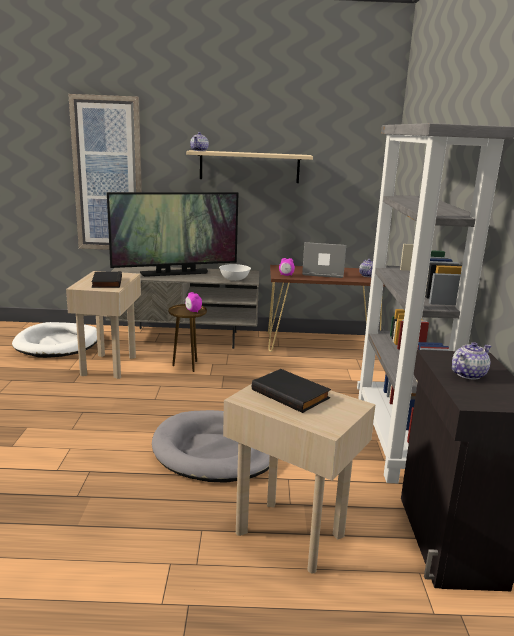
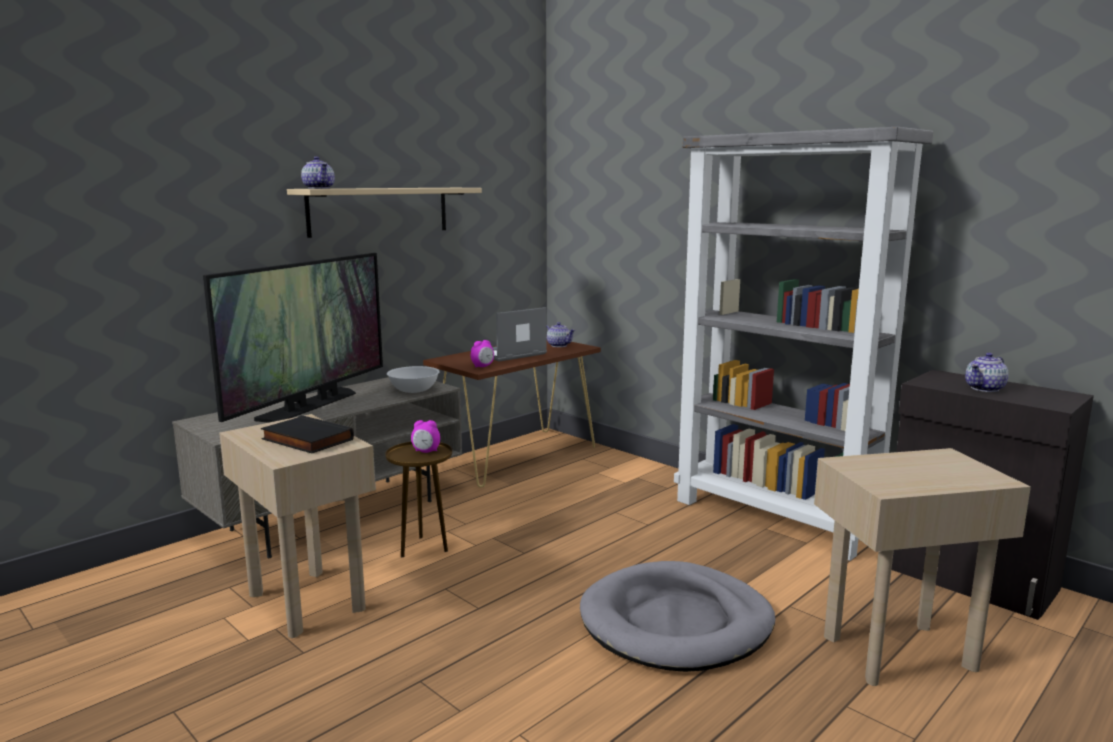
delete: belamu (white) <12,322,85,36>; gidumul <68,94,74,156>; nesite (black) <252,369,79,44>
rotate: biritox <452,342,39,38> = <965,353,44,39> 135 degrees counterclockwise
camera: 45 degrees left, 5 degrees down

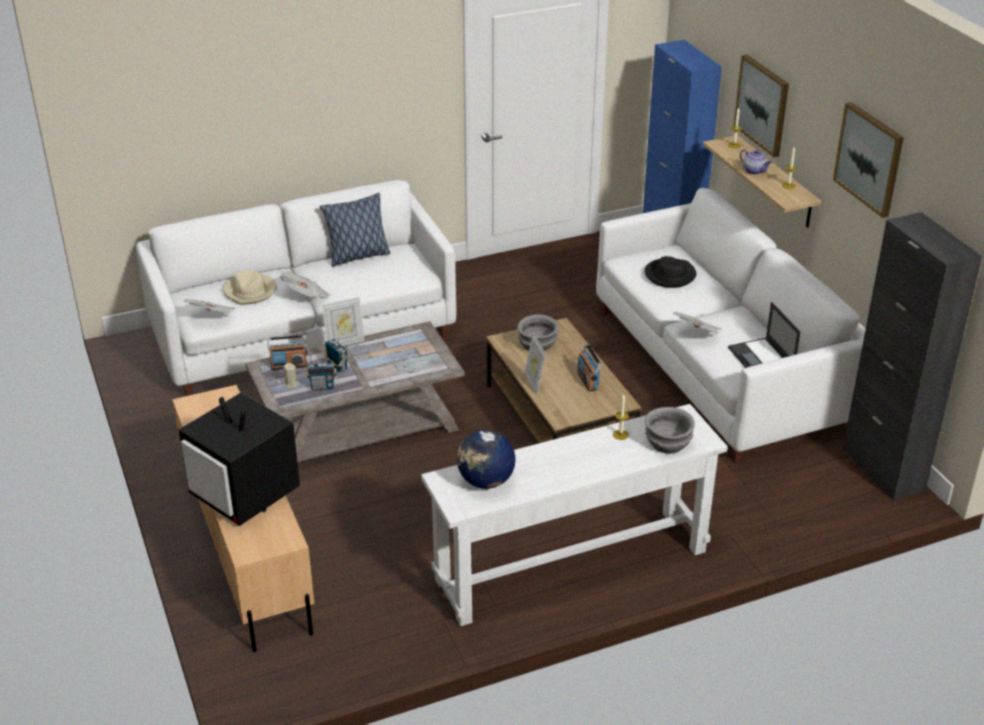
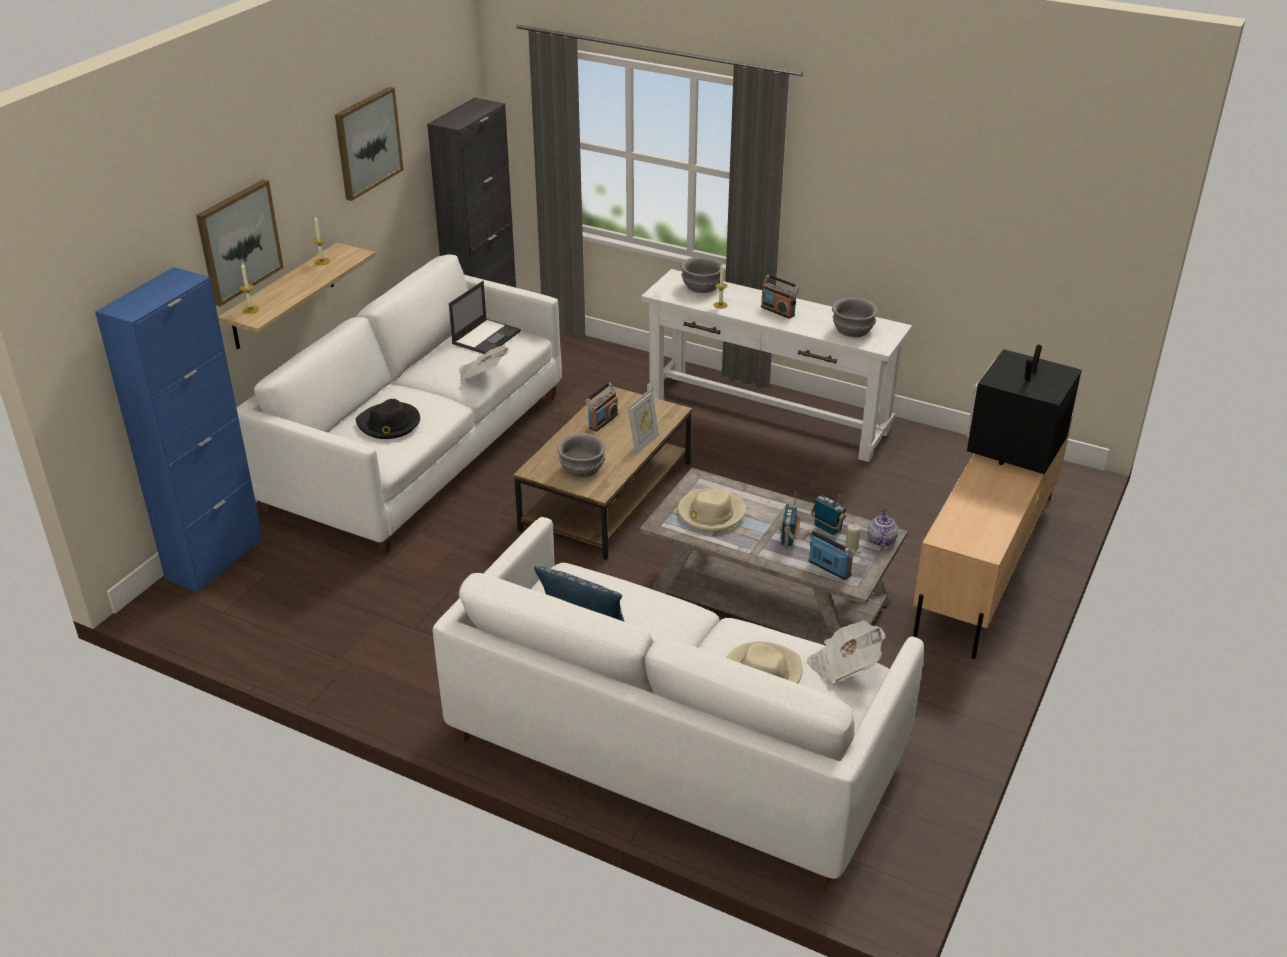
delete: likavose <278,272,53,26>; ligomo <322,297,42,49>
insert: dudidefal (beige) <678,489,68,43>; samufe <761,274,39,45>
move: biritox <740,149,32,25> to <867,508,32,40>
replace: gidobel <457,430,59,59> to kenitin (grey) <832,297,46,40>
rotate: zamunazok <179,392,121,134> = <966,344,116,130> 150 degrees counterclockwise
camera: 130 degrees left, 0 degrees up

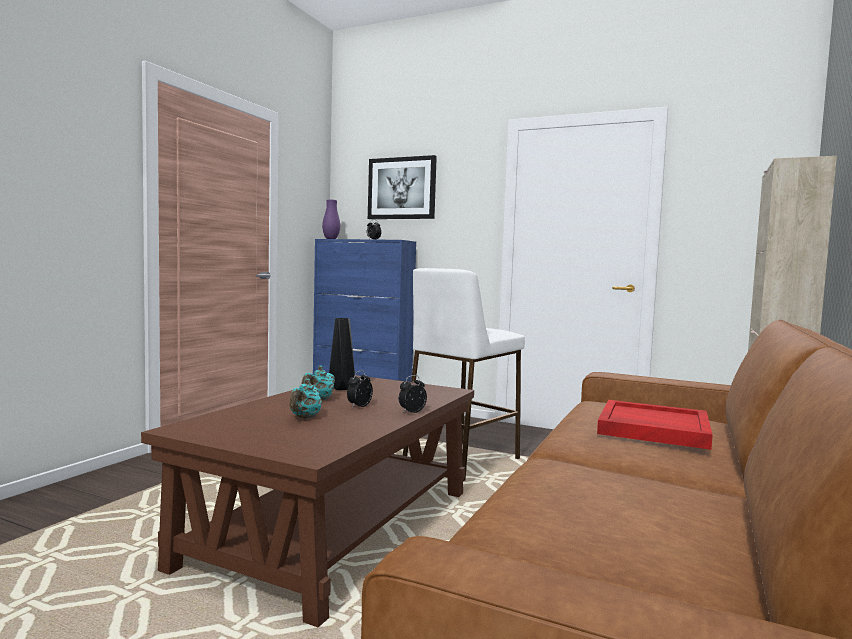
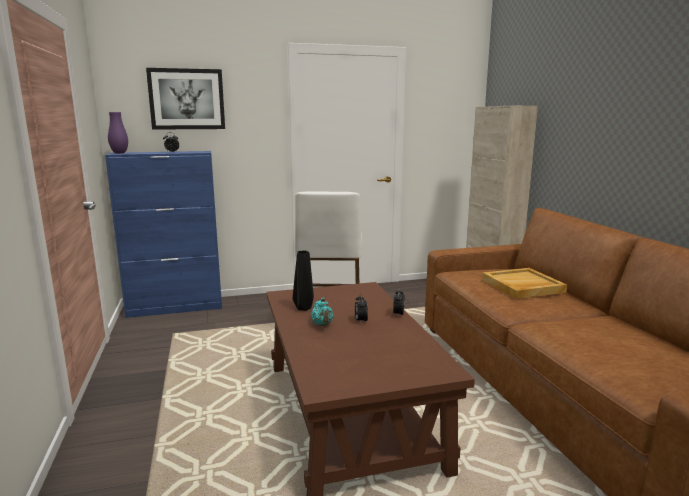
delete: biritox (turquoise) <289,379,33,40>
recolor: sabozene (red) <597,400,116,50> to sabozene (beige) <482,268,85,31>
camera: 40 degrees left, 10 degrees up

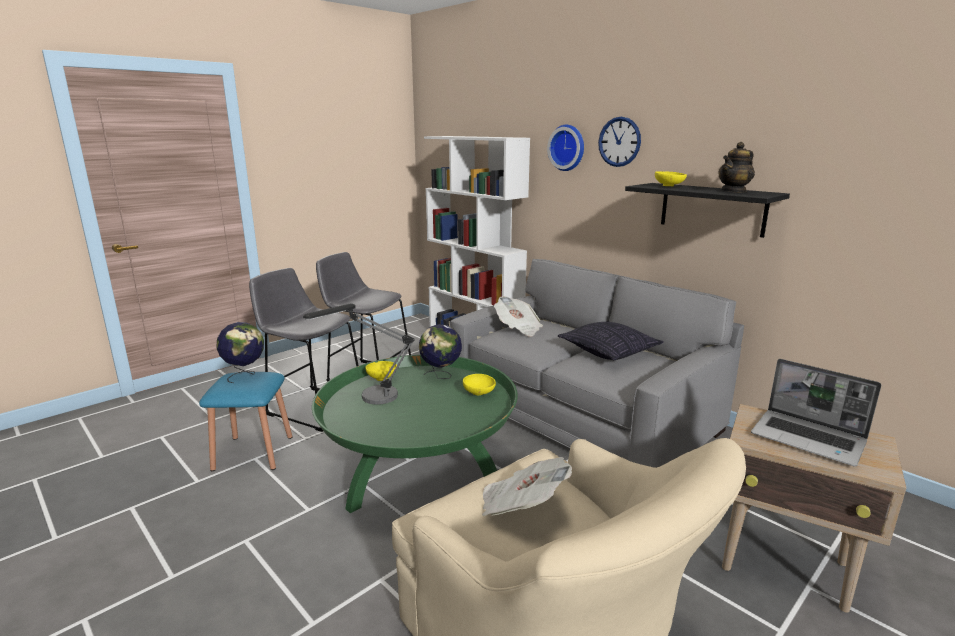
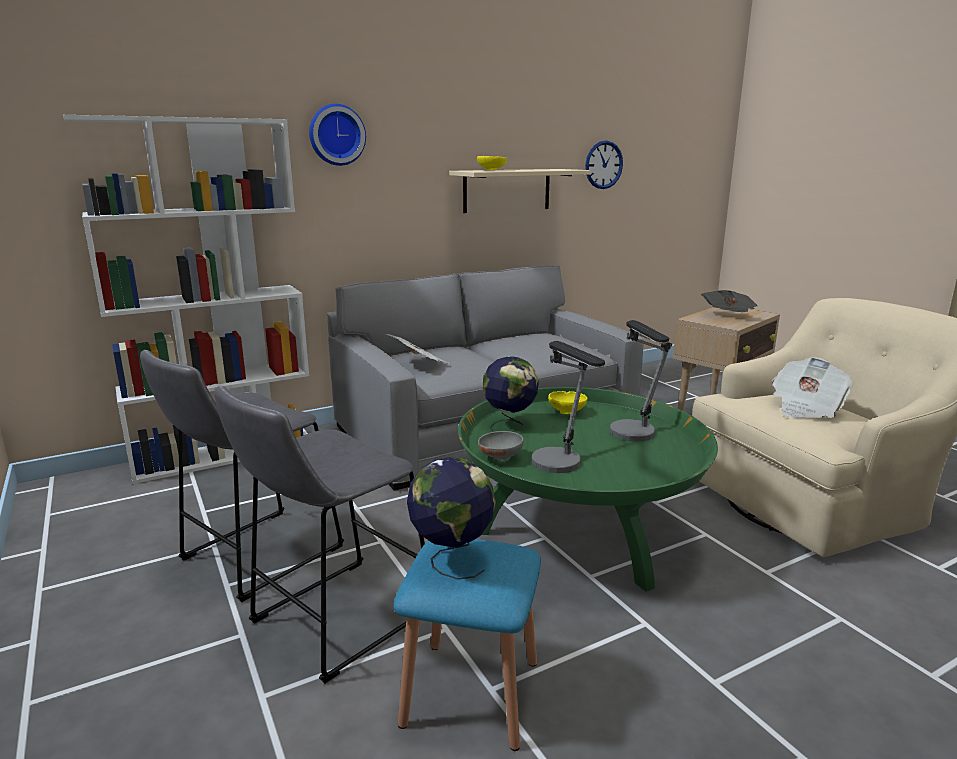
delete: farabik <558,321,106,39>; biritox <718,142,37,51>
insert: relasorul <610,320,62,122>
move: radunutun <598,117,43,50> to <585,140,38,49>
replace: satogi <751,359,130,108> to likavose <701,290,56,22>
recolor: kenitin (yellow) <365,361,32,20> to kenitin (grey) <478,431,46,30>; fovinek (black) <625,183,165,55> to fovinek (beige) <449,169,142,44>
camera: 75 degrees left, 0 degrees up

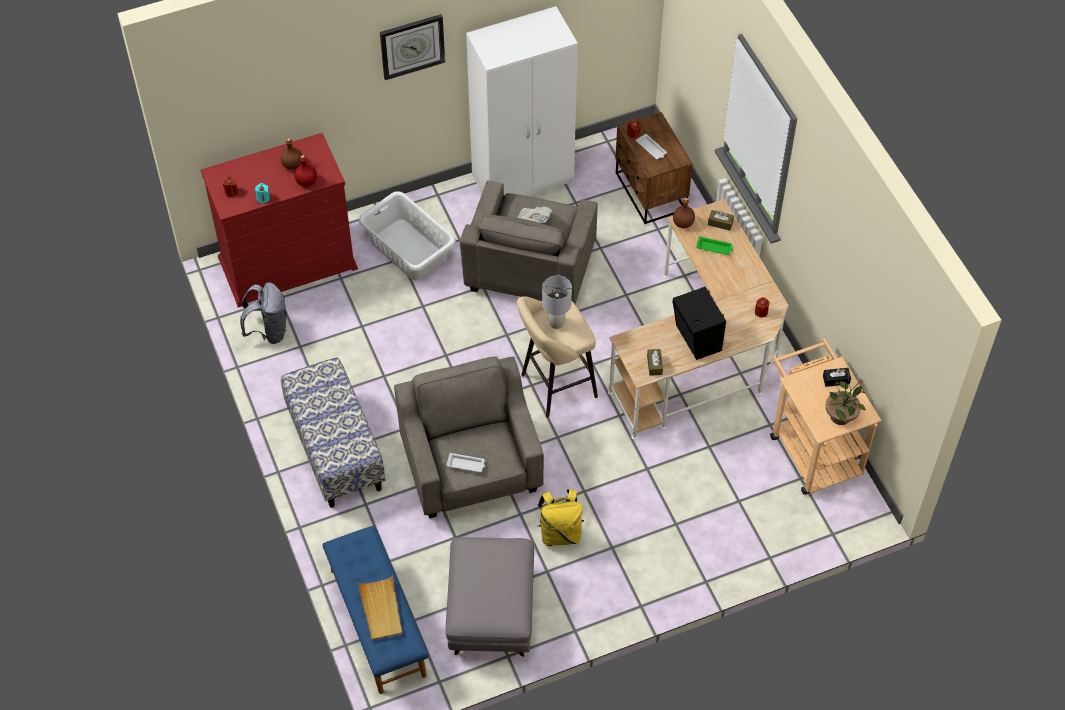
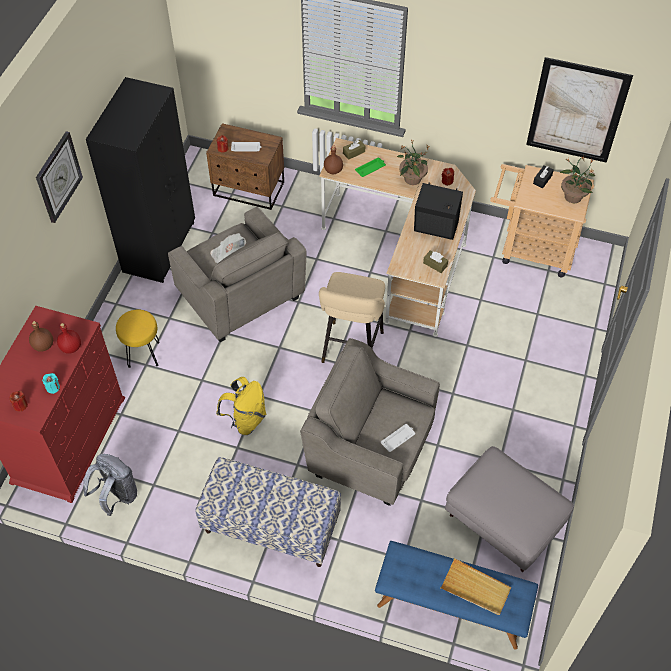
delete: relasorul (grey) <542,275,30,54>
insert: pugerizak <397,139,32,46>; gidumul <526,57,107,106>
move: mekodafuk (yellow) <537,489,47,57> to <216,377,50,58>
replace: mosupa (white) <359,191,97,90> to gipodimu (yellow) <116,309,43,59>
recolor: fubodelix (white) <466,6,112,190> to fubodelix (black) <86,77,109,206>
camera: 50 degrees left, 0 degrees up

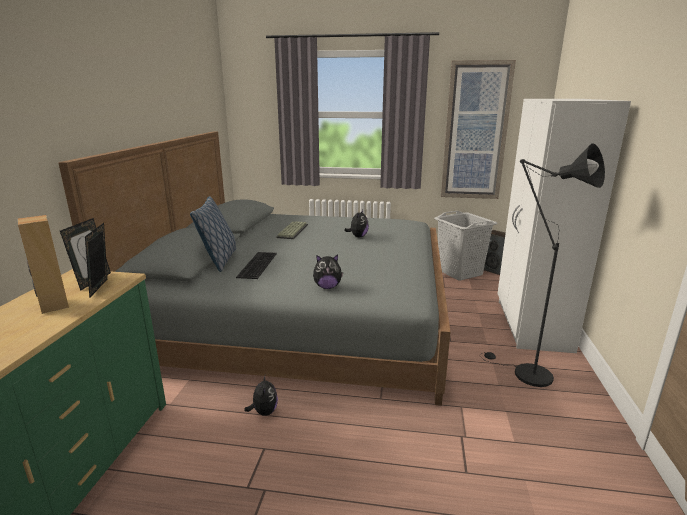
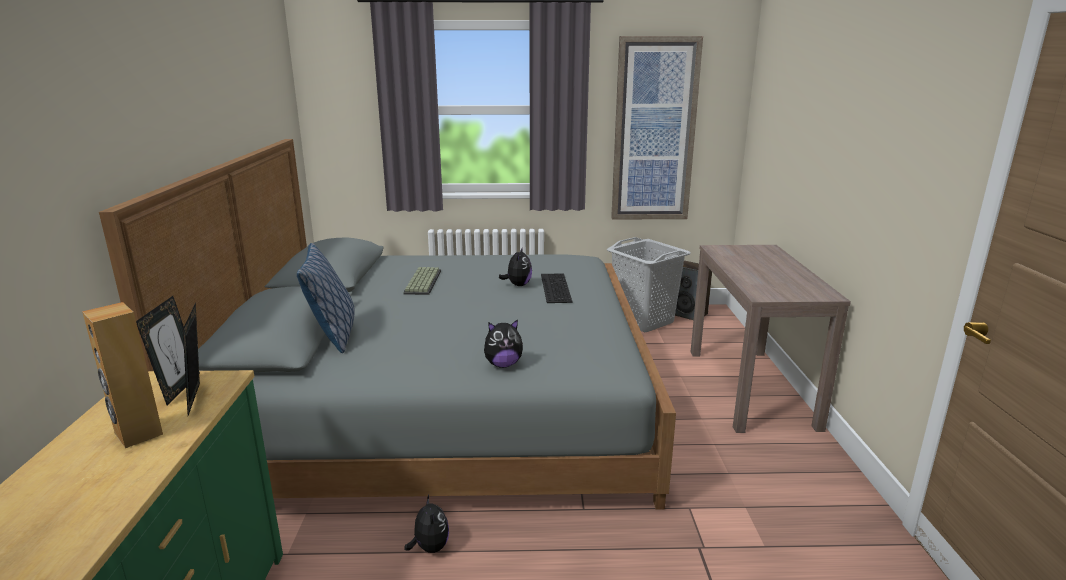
delete: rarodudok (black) <480,143,125,244>
move: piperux <236,252,41,27> to <541,273,32,30>
replace: fubodelix (white) <497,99,134,254> to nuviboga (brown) <690,245,161,188>
camera: 10 degrees left, 0 degrees up

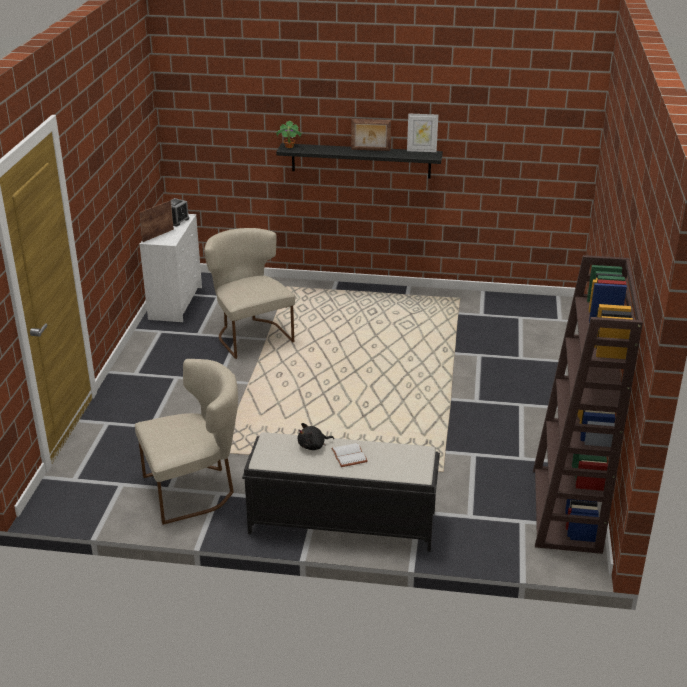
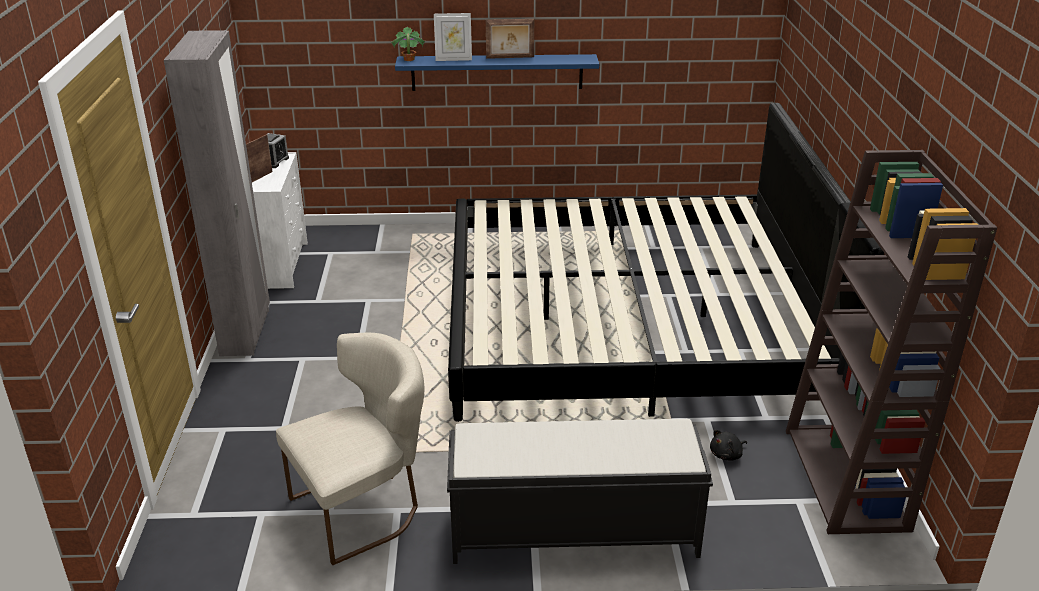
delete: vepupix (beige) <204,228,91,131>; nesite (white) <331,443,37,24>
insert: fubodelix (grey) <164,30,106,326>; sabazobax <448,103,437,319>
move: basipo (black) <298,423,36,27> to <710,430,37,31>; ligomo <407,113,31,39> to <434,13,38,48>
recolor: fovinek (black) <276,143,167,36> to fovinek (blue) <395,54,204,37>
camera: 10 degrees left, 0 degrees up

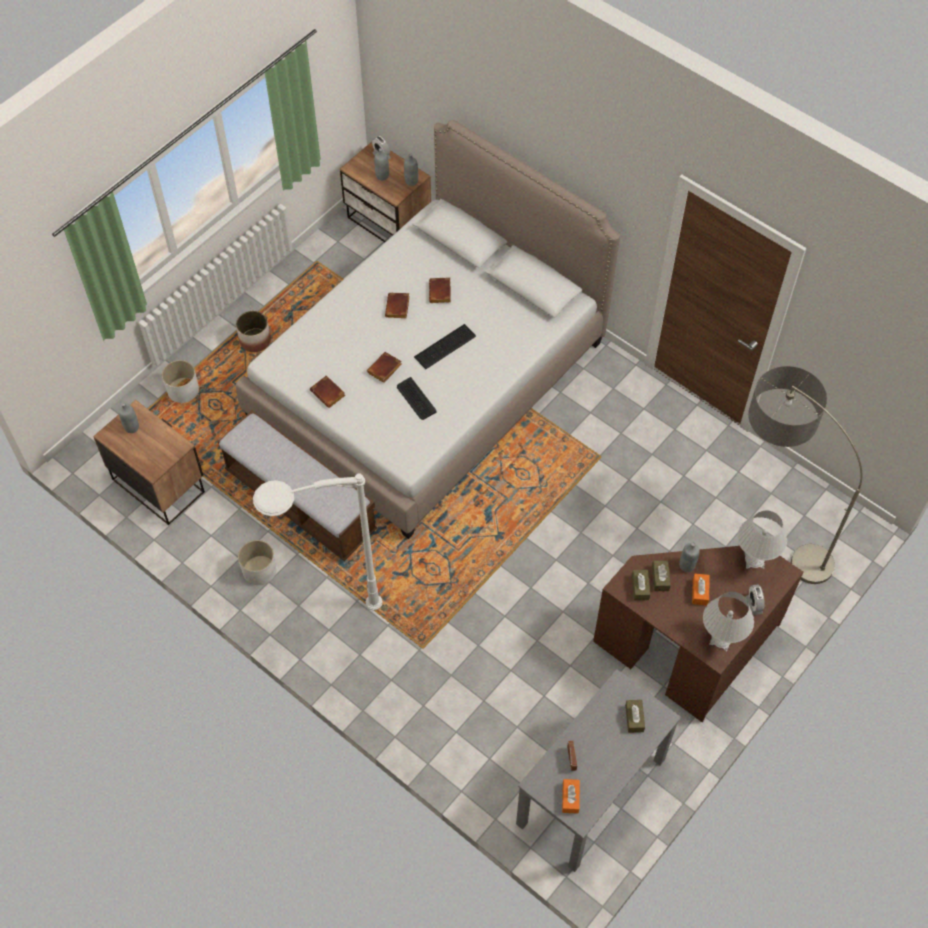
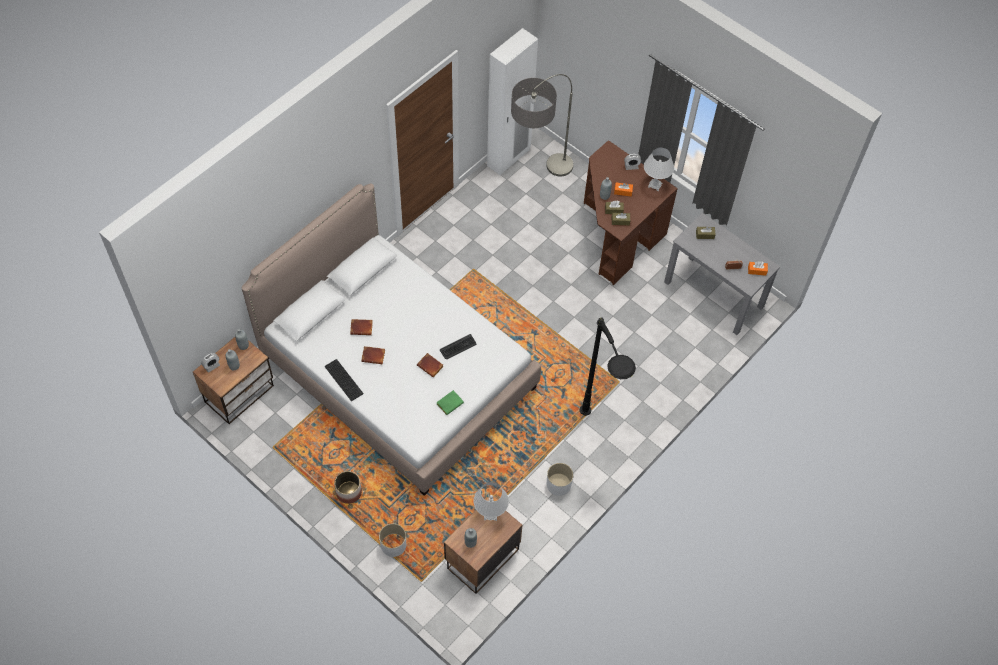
delete: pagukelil <218,411,159,150>
insert: fubodelix (white) <487,28,51,147>
move: piperux <414,324,62,45> to <324,359,40,42>; relasorul (white) <737,510,50,59> to <473,482,36,39>
recolor: rarodudok (white) <253,473,130,137> to rarodudok (black) <580,317,56,99>; nesite (brown) <310,375,35,33> to nesite (green) <437,390,27,25>
camera: 90 degrees left, 0 degrees up

